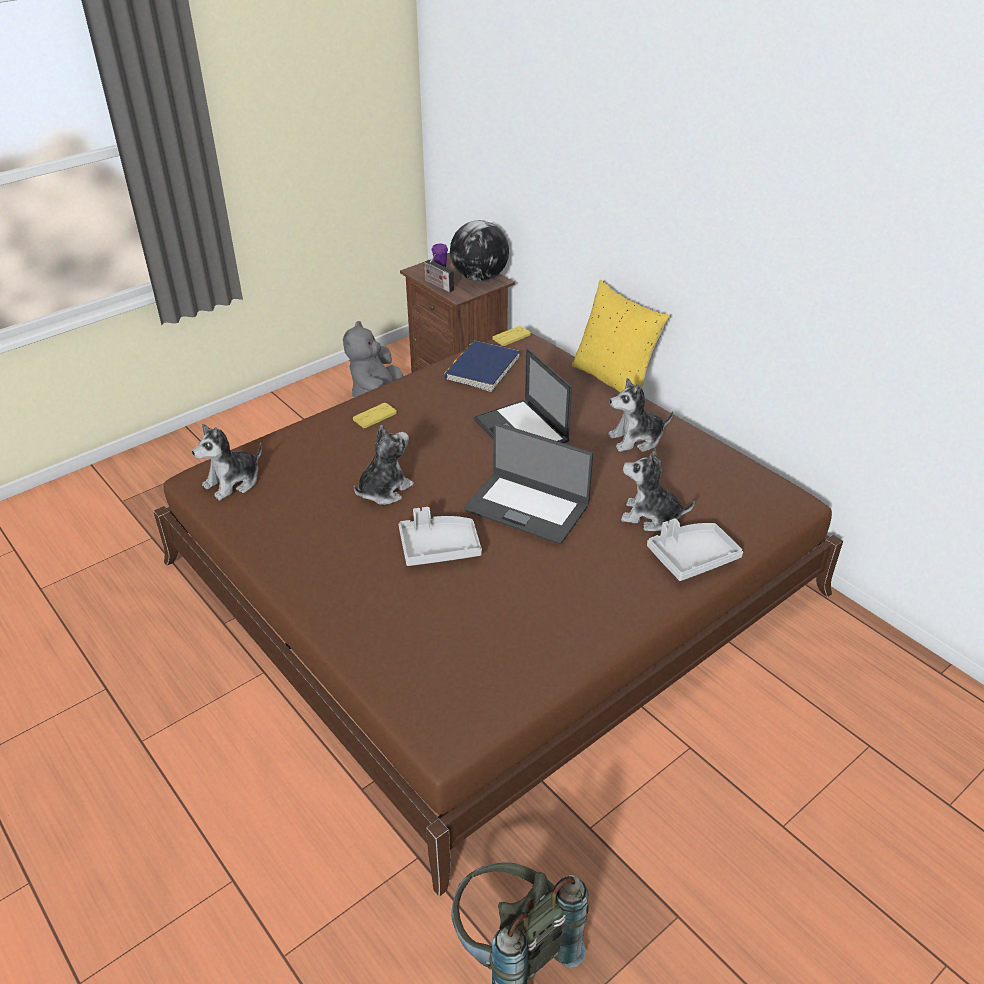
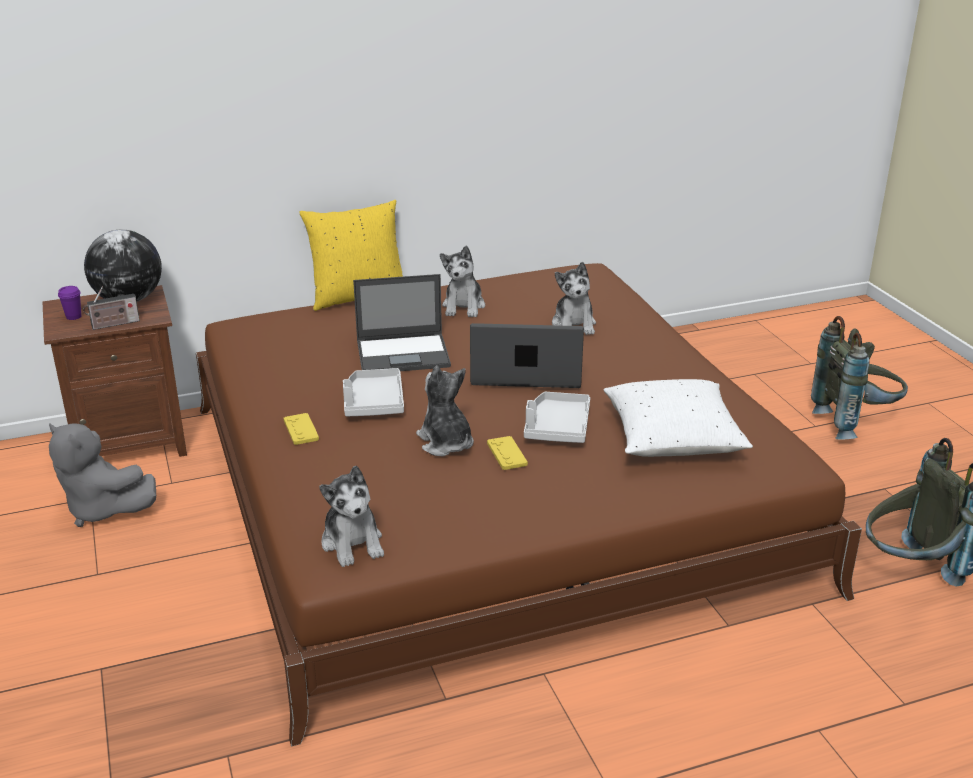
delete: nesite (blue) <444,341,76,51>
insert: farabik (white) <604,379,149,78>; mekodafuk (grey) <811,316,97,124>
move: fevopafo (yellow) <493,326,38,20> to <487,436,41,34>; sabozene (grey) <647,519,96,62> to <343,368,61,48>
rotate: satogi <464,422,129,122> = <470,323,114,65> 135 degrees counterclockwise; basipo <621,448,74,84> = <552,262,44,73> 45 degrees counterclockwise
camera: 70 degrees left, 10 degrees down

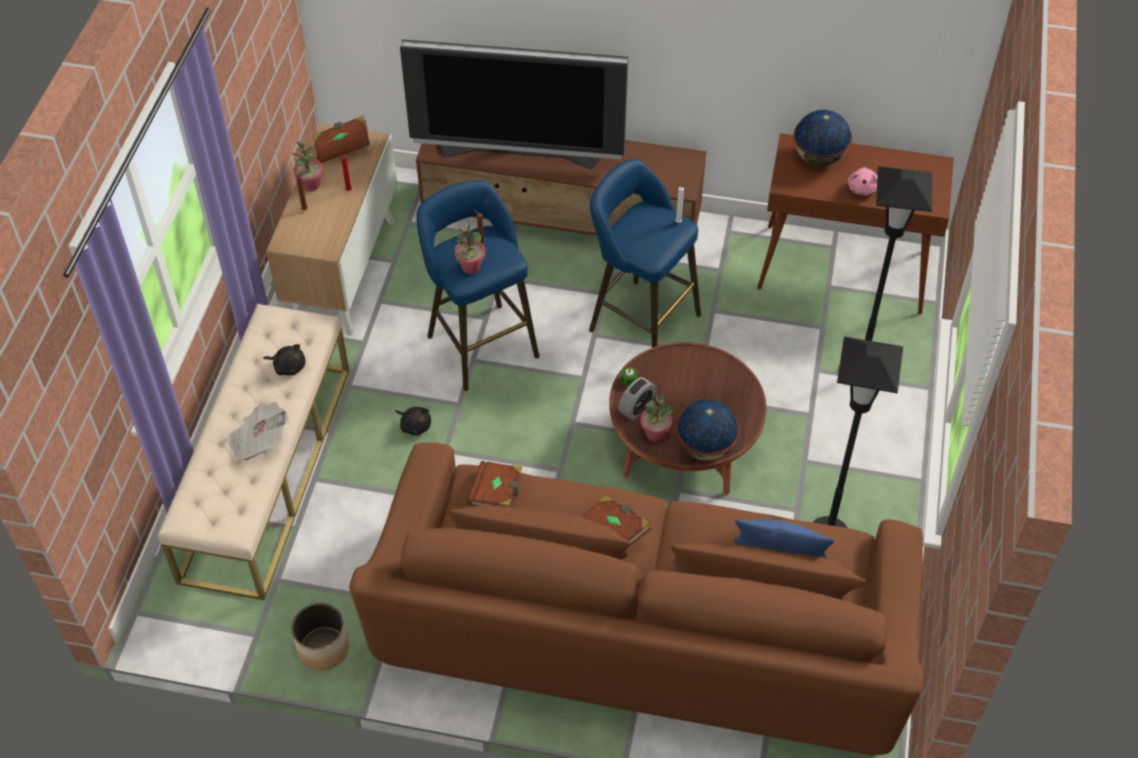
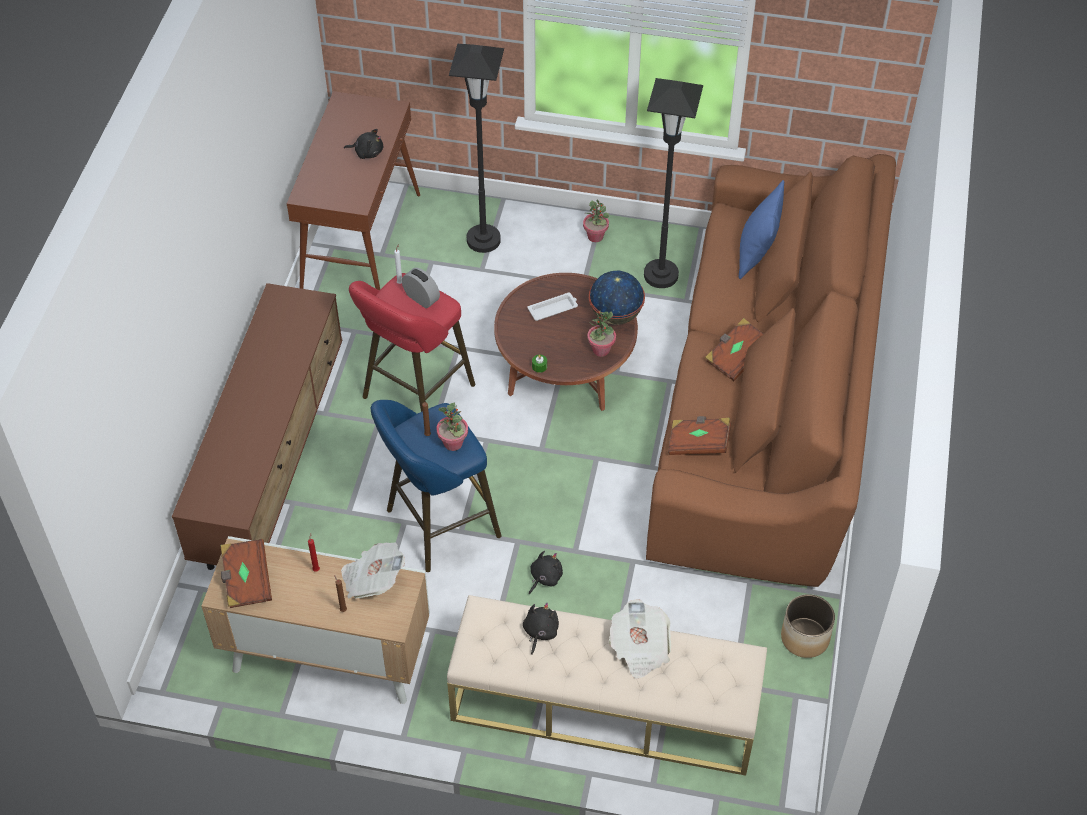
delete: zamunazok <400,40,228,129>; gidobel <794,110,58,56>
insert: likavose <341,542,64,57>; sabozene (white) <527,293,51,28>
move: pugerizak <291,141,32,51> to <583,199,26,43>; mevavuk <618,377,38,43> to <402,268,38,40>
recolor: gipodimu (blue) <589,159,112,189> to gipodimu (red) <349,273,126,139>; basipo (pink) <848,167,30,28> to basipo (black) <344,129,39,30>
camera: 90 degrees left, 0 degrees up

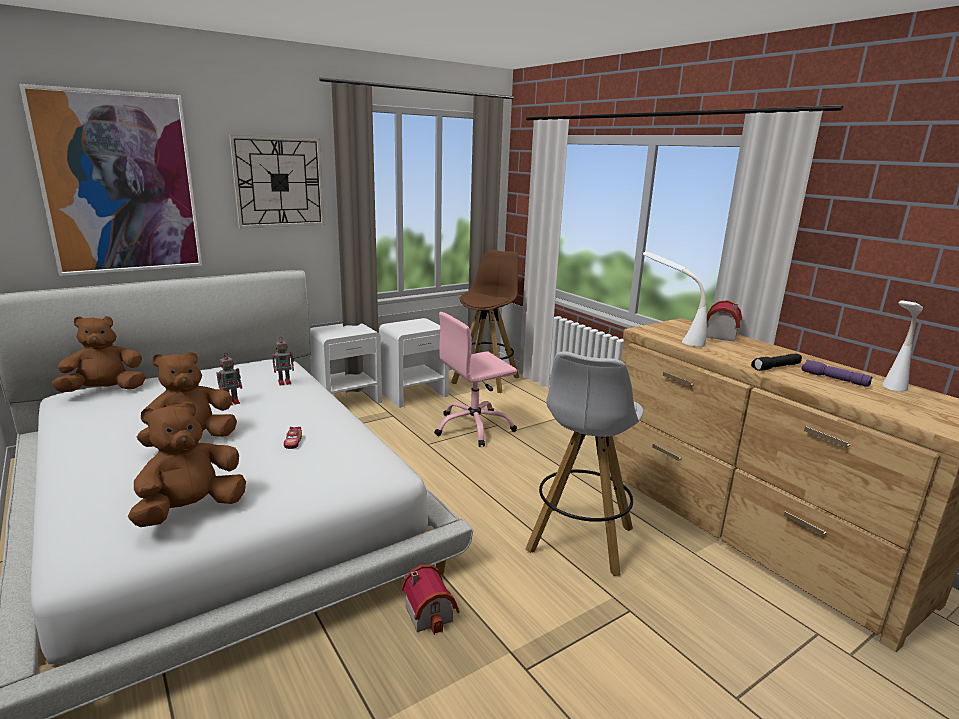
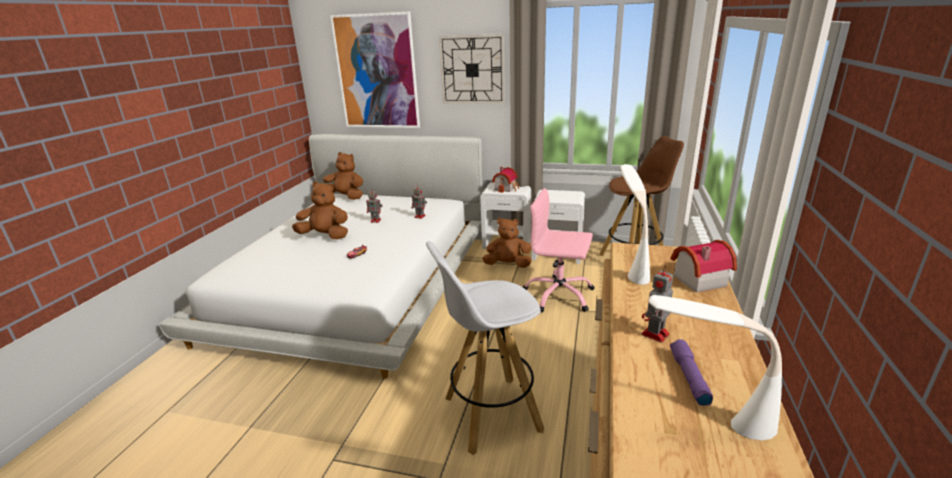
move: basipo (brown) <128,401,118,126> to <482,218,50,50>; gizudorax <401,565,59,70> to <492,167,27,26>
replace: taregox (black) <751,353,51,18> to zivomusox <642,266,31,77>
camera: 50 degrees right, 5 degrees up

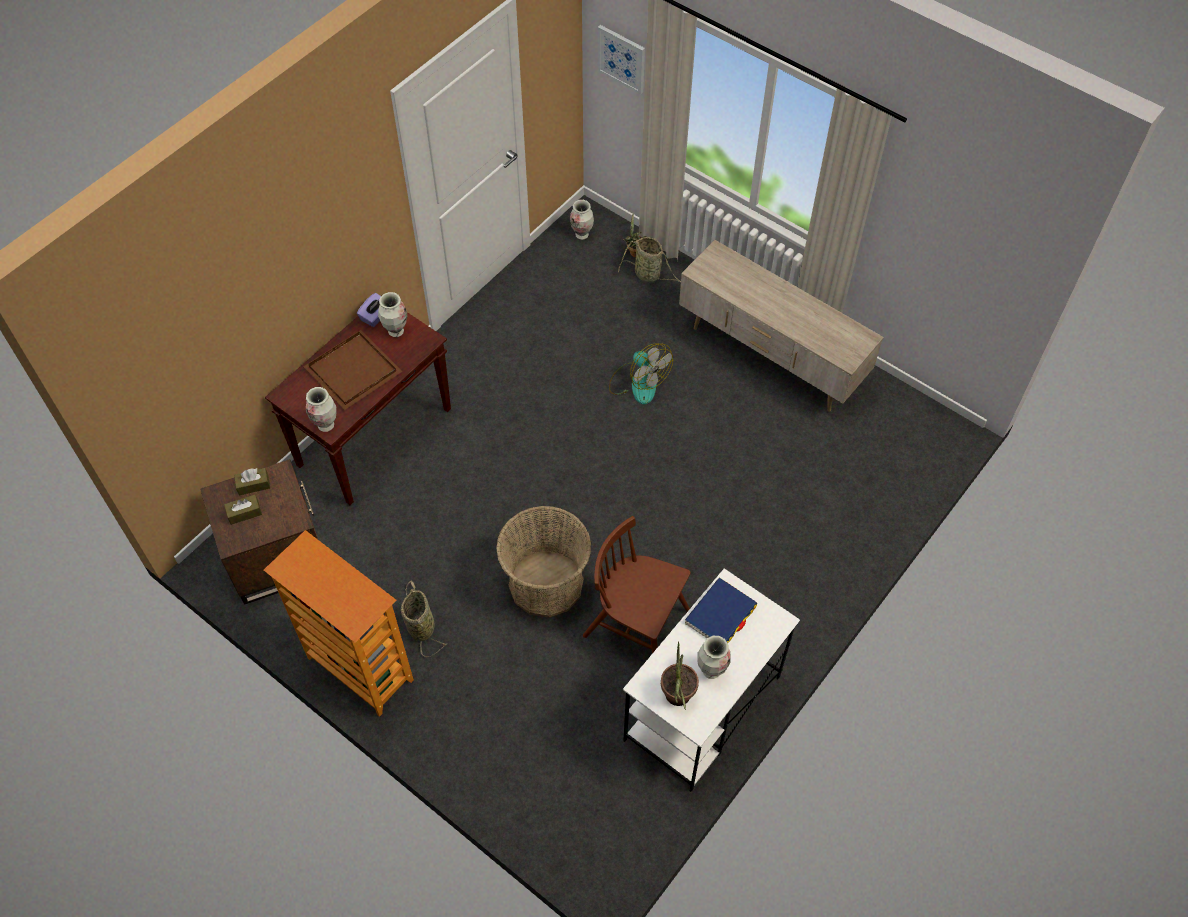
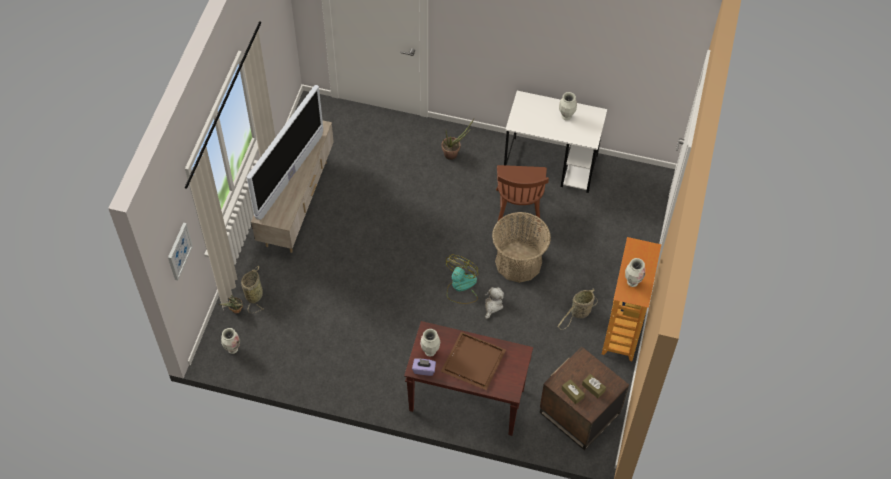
delete: nesite (blue) <685,577,72,66>
insert: zamunazok <246,85,77,135>; basipo <485,287,19,32>
move: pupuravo <306,387,31,45> to <625,258,20,29>; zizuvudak <609,343,64,61> to <446,255,32,49>; pugerizak <661,642,38,68> to <442,119,32,41>
camera: 115 degrees left, 0 degrees up

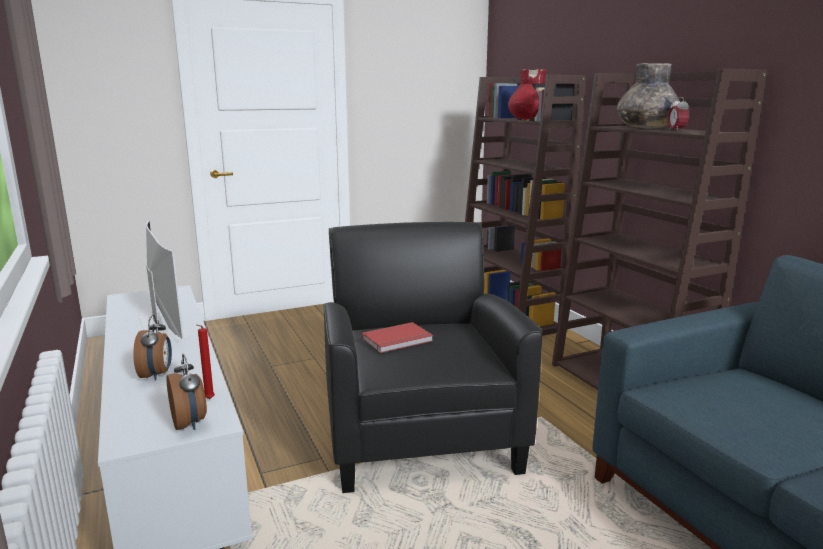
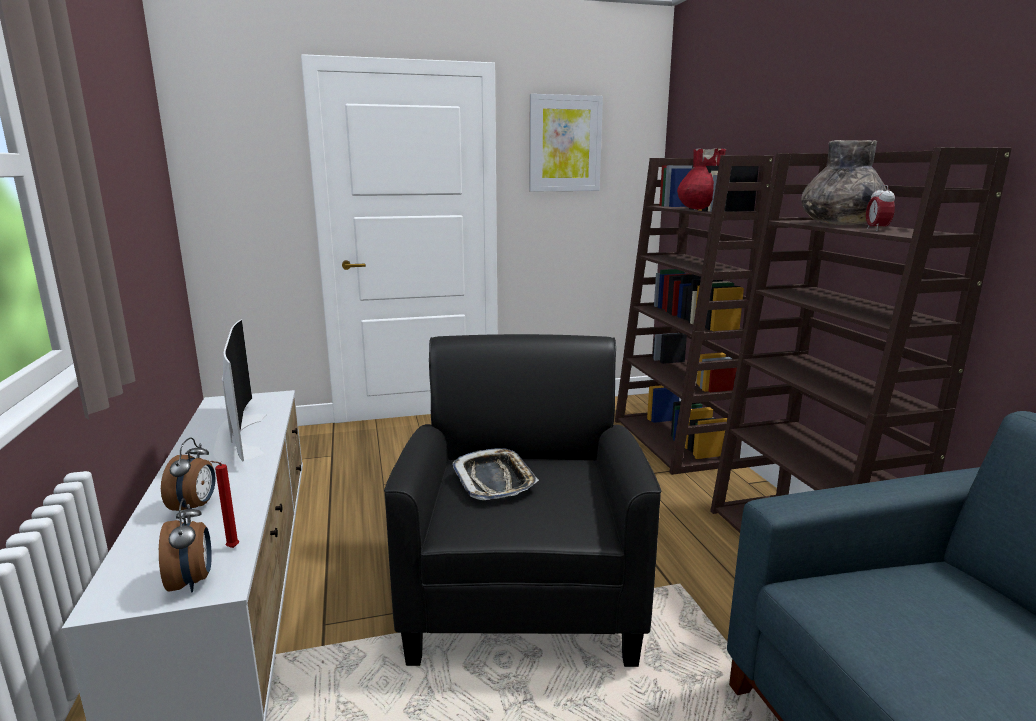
insert: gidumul <529,94,74,97>
replace: nesite (red) <361,322,72,31> to sabozene <453,448,86,52>
camera: 10 degrees right, 0 degrees up

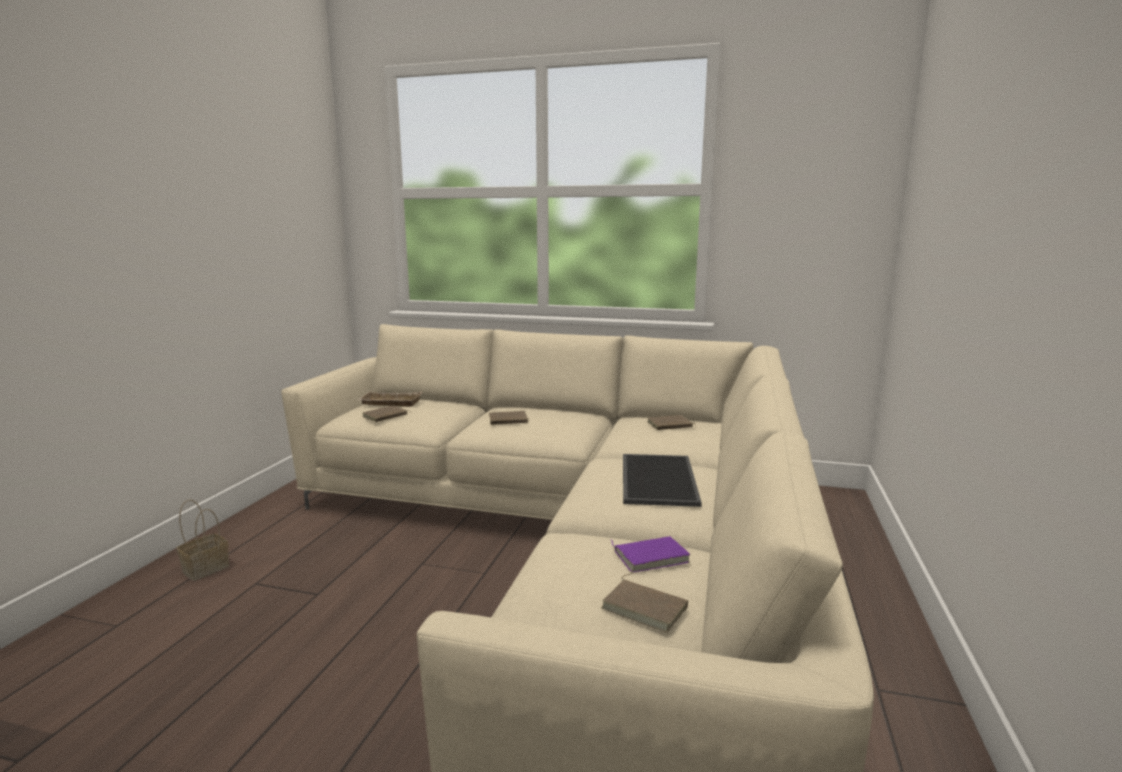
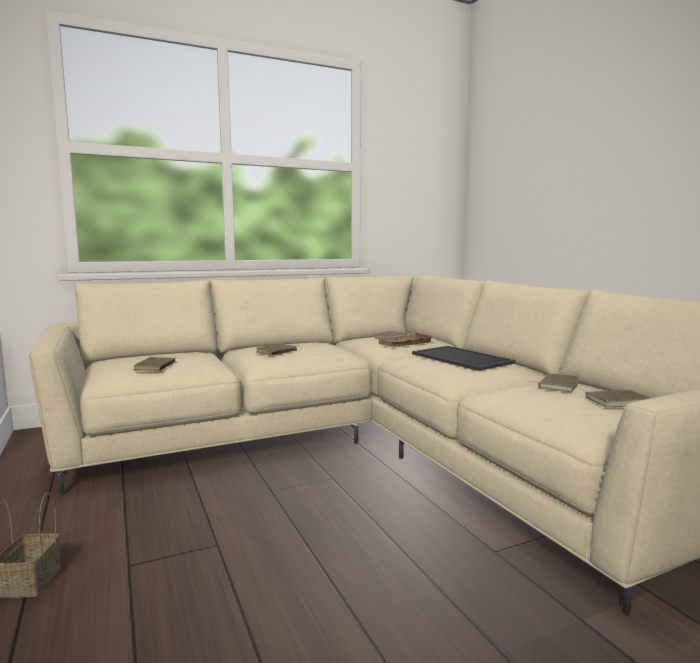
move: sabozene (beige) <358,391,64,16> to <378,331,56,16>
recolor: nesite (purple) <611,536,79,37> to nesite (brown) <530,373,49,19>
camera: 40 degrees left, 5 degrees down

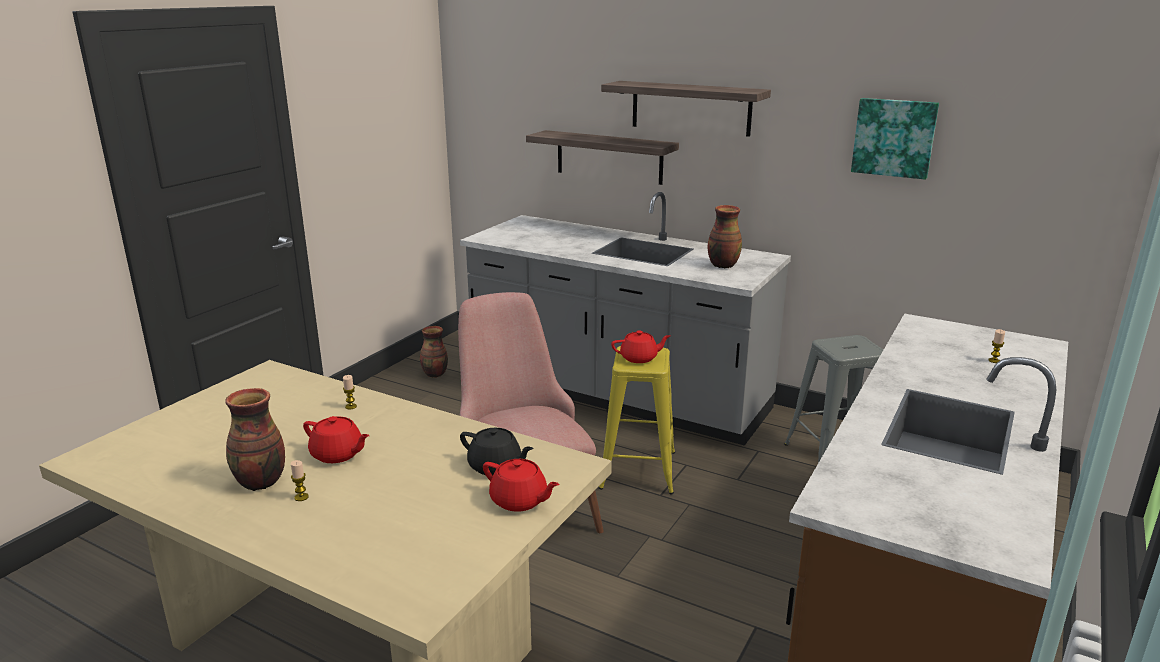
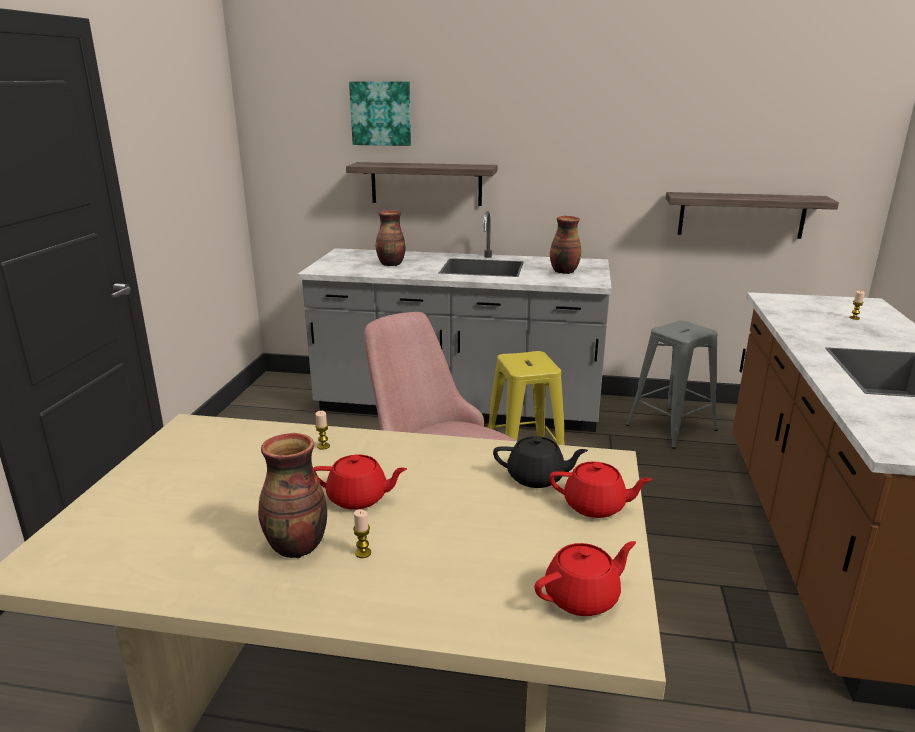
move: pupuravo <420,326,28,52> to <376,211,29,55>; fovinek <601,81,170,56> to <666,192,173,47>; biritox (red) <611,330,60,33> to <535,541,101,75>; gidumul <851,98,88,82> to <349,81,62,65>
camera: 20 degrees left, 0 degrees up

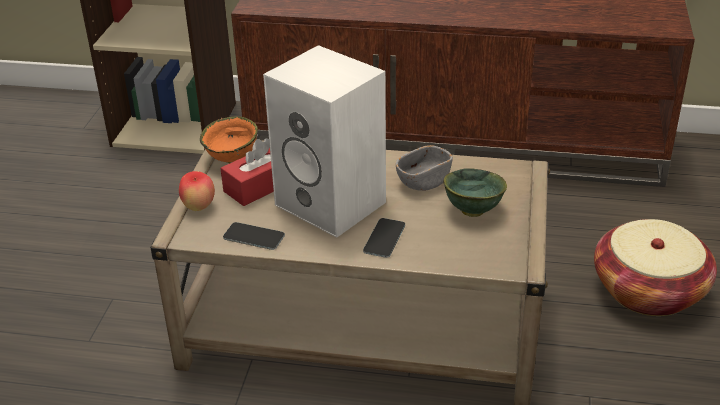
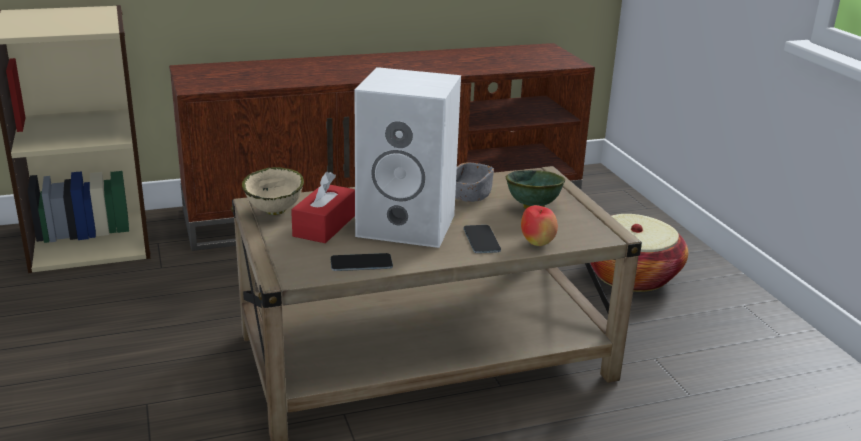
move: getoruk <179,171,36,40> to <521,205,37,41>
recolor: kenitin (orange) <200,116,58,47> to kenitin (beige) <242,167,62,48>
camera: 30 degrees left, 10 degrees down

